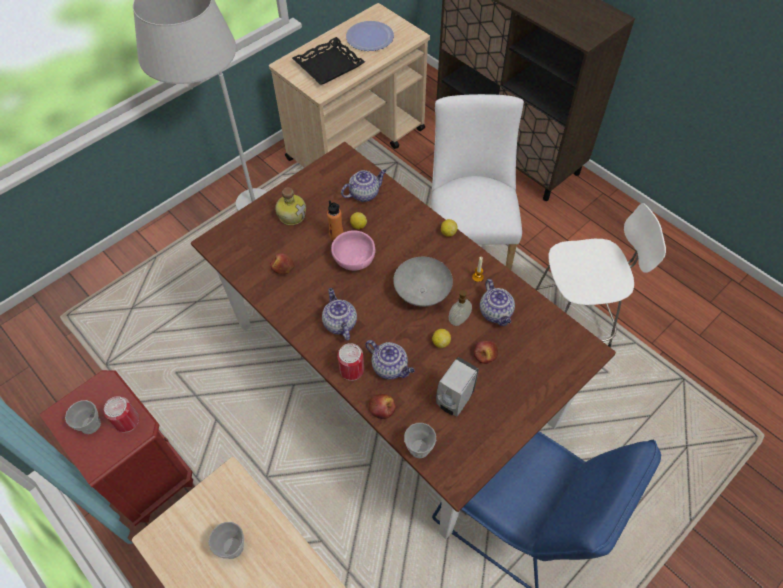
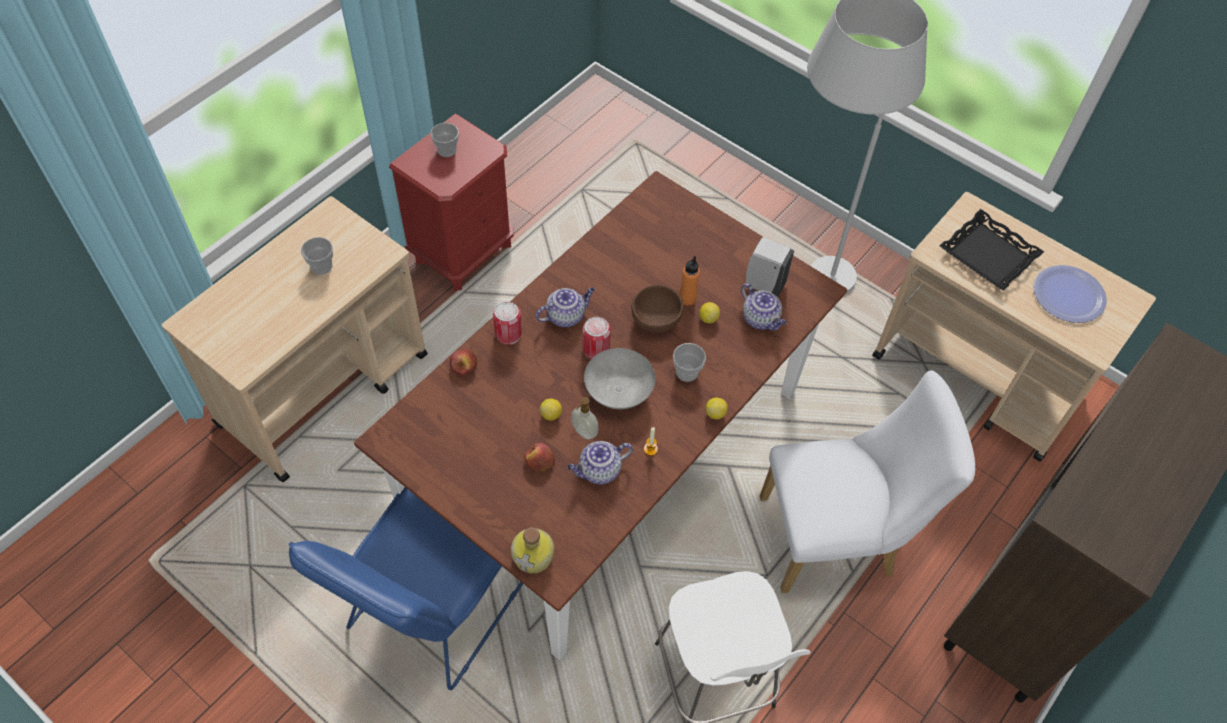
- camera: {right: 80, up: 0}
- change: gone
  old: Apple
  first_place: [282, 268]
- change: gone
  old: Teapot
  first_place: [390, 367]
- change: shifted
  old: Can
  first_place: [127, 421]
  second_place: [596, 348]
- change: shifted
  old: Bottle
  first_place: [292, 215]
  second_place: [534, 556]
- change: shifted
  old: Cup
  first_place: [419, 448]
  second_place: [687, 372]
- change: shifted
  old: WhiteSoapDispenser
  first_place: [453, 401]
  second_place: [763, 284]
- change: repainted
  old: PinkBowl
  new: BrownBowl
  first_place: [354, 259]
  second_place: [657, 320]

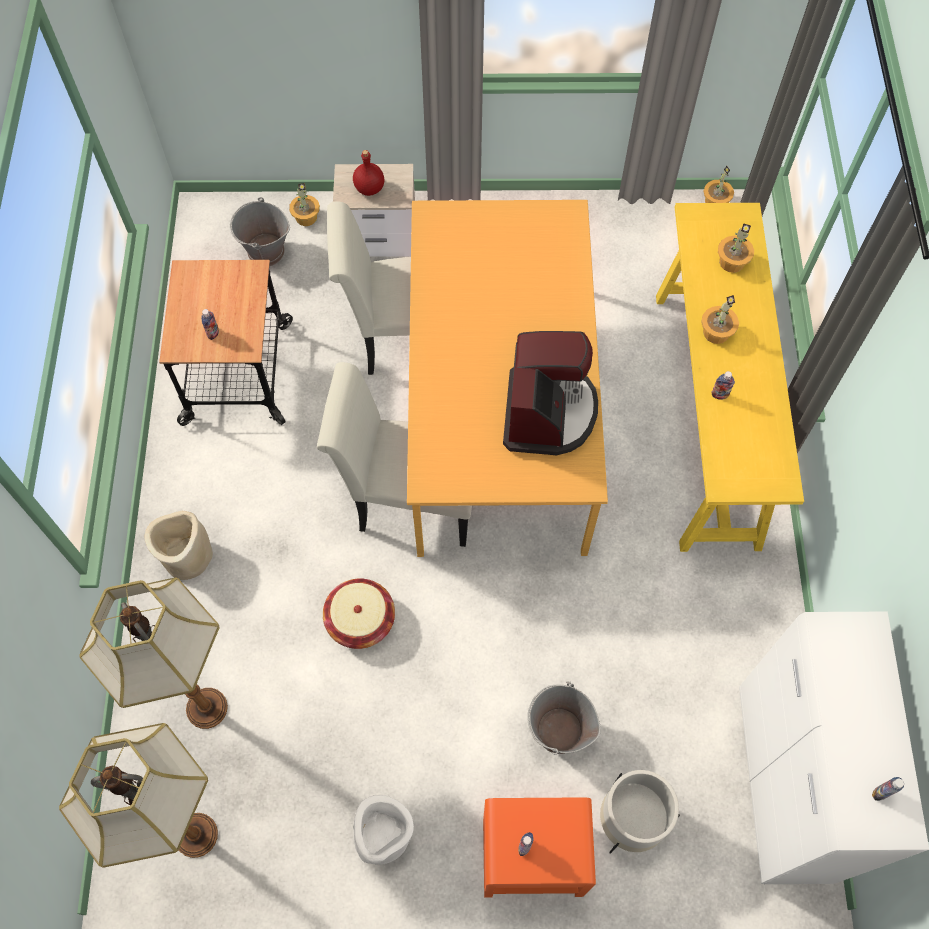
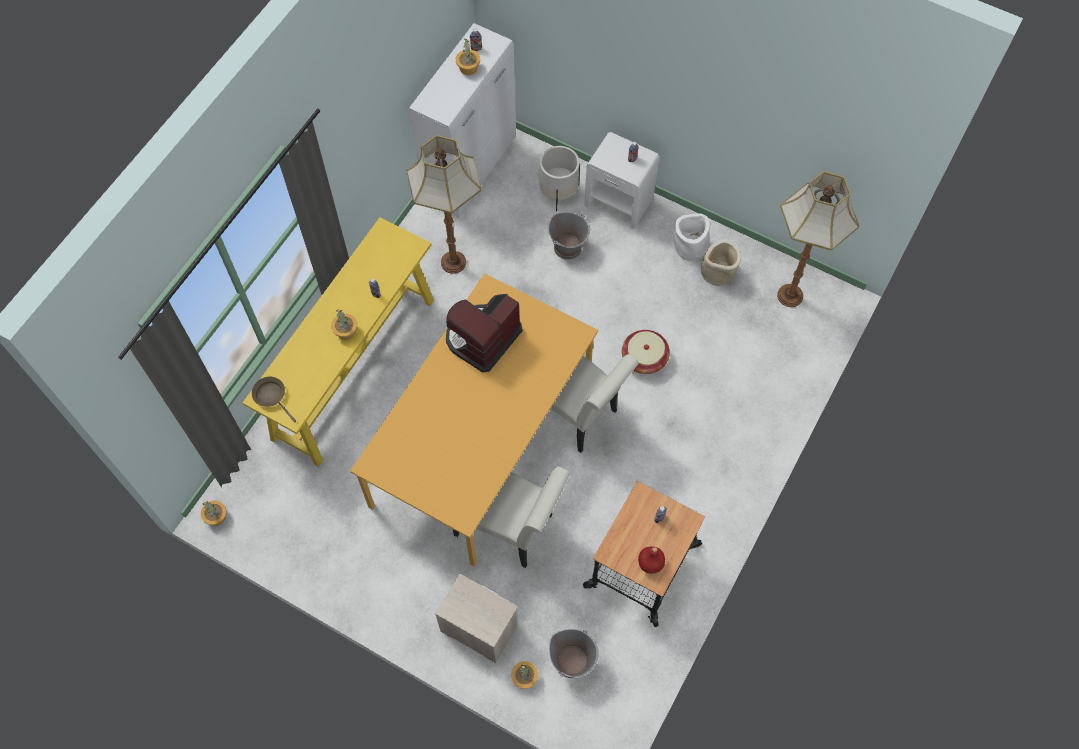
- camera: {right: -150, up: 0}
- change: new
  new: BrownFryingPan
  second_place: [272, 396]
- change: shifted
  old: FloorLamp
  first_place: [205, 709]
  second_place: [454, 262]
- change: shifted
  old: BeigePlanter
  first_place: [187, 556]
  second_place: [717, 273]
- change: shifted
  old: RedBottle
  first_place: [369, 188]
  second_place: [651, 563]
- change: shifted
  old: PottedPlant
  first_place: [732, 261]
  second_place: [468, 68]
- change: repainted
  old: OrangeNightstand
  new: WhiteNightstand
  first_place: [531, 858]
  second_place: [619, 202]

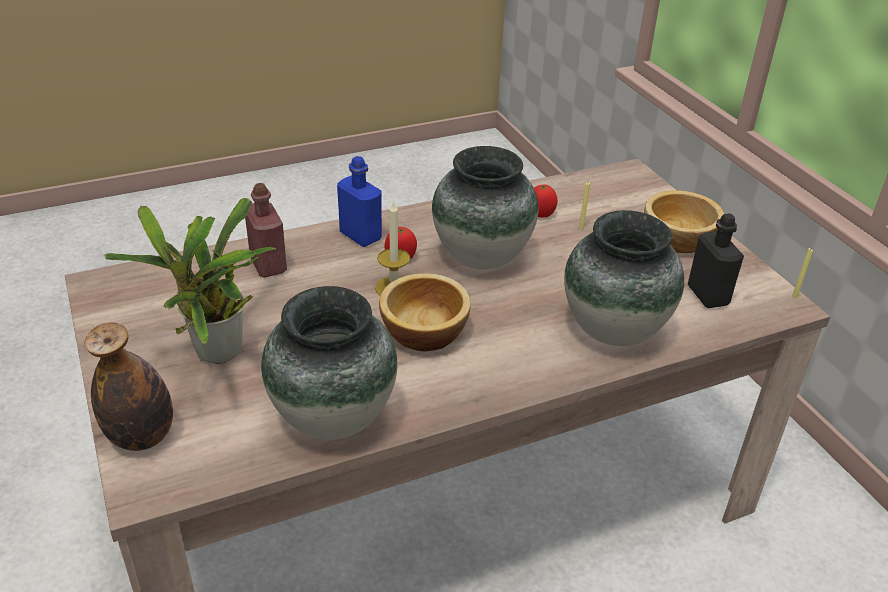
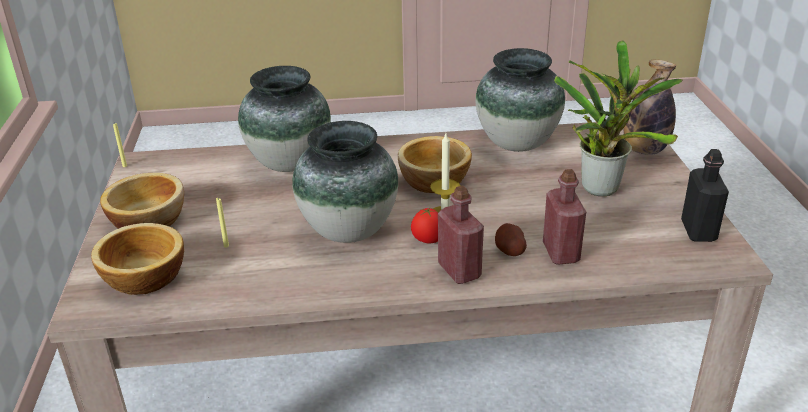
- camera: {right: -160, up: -5}
- change: gone
  old: Tomato
  first_place: [540, 214]
- change: new
  new: Bowl
  second_place: [143, 278]
- change: new
  new: Potato
  second_place: [509, 250]
- change: shifted
  old: BlackBottle
  first_place: [708, 295]
  second_place: [698, 231]
- change: repainted
  old: BlueBottle
  new: RedBottle
  first_place: [360, 236]
  second_place: [459, 271]

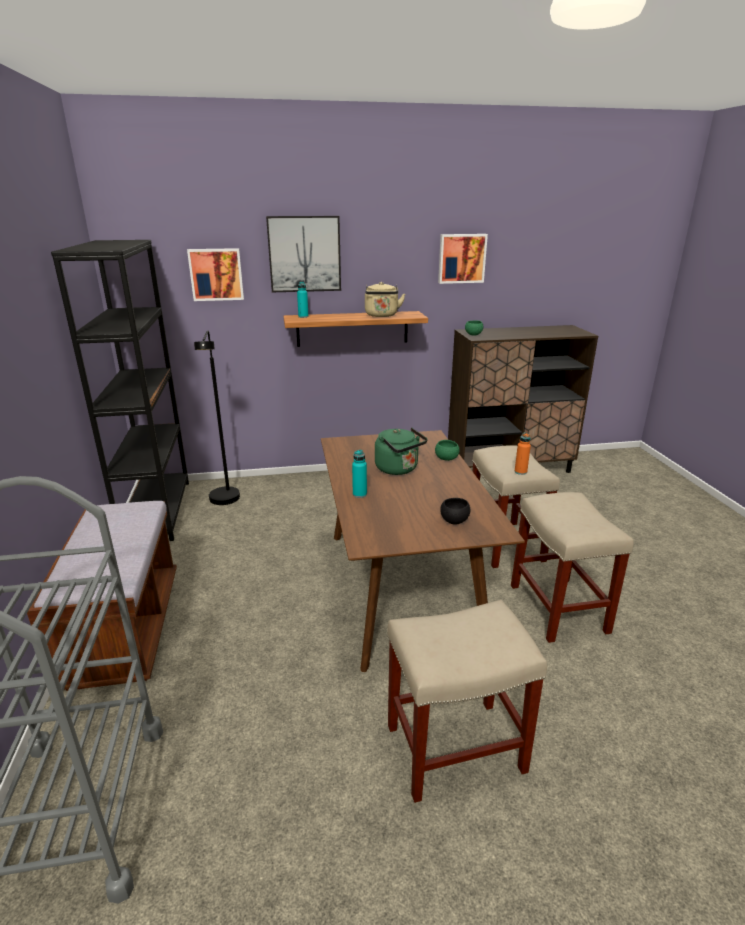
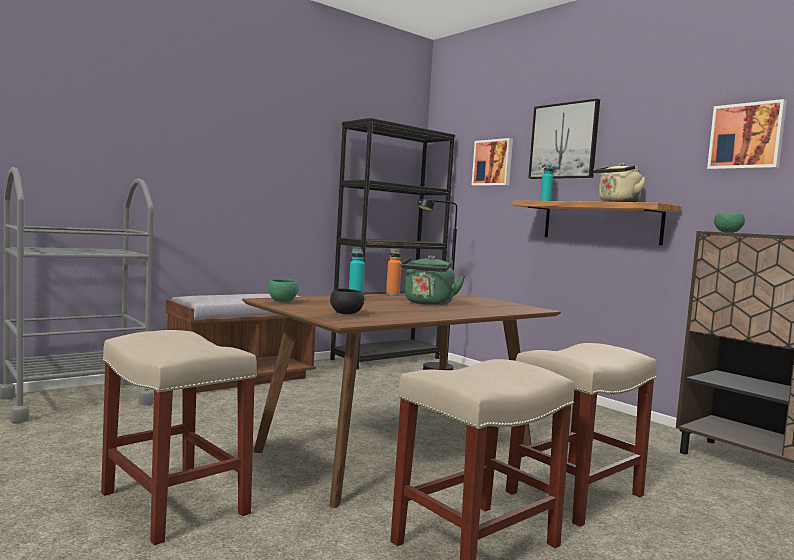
- camera: {right: 60, up: -20}
- change: shifted
  old: GreenBowl
  first_place: [446, 459]
  second_place: [282, 301]
- change: shifted
  old: OrangeBottle
  first_place: [520, 472]
  second_place: [392, 294]

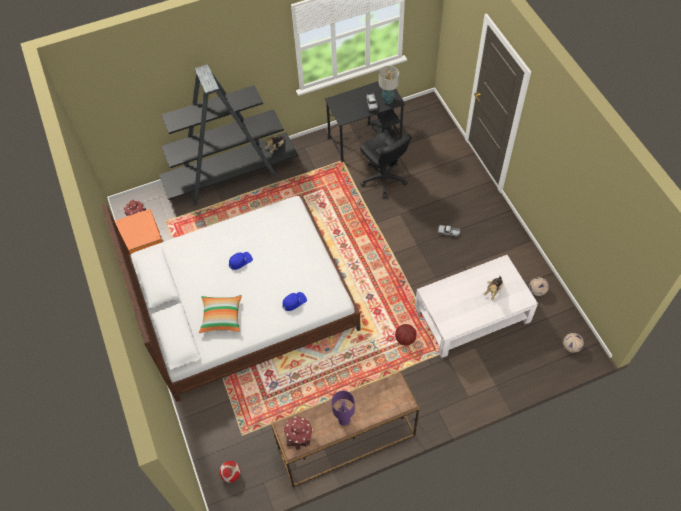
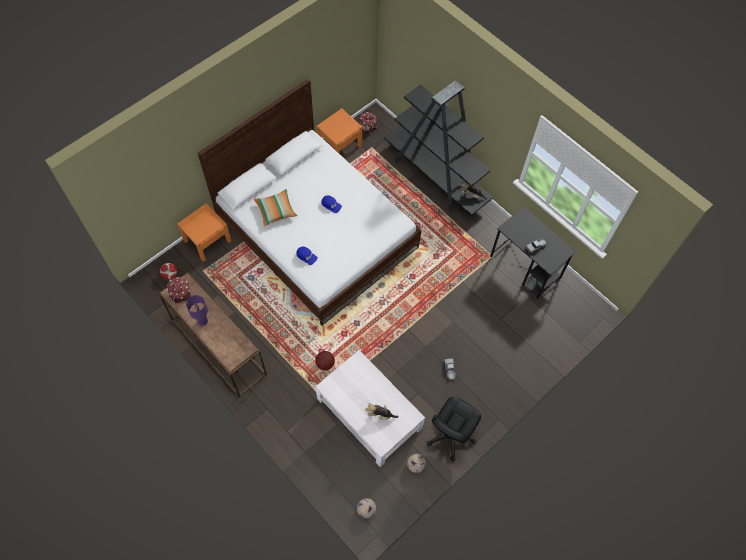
- camera: {right: 65, up: 5}
- change: gone
  old: TableLamp
  first_place: [388, 100]
- change: new
  new: OrangeNightstand
  second_place: [207, 241]
- change: shifted
  old: BlackOfficeChair
  first_place: [383, 179]
  second_place: [450, 435]

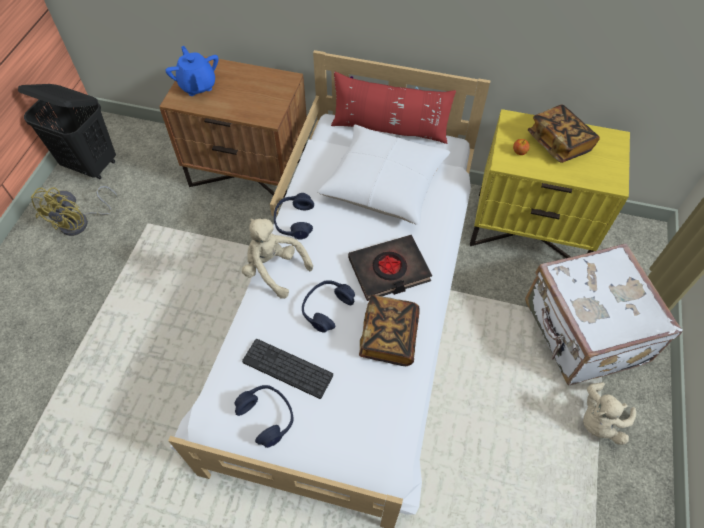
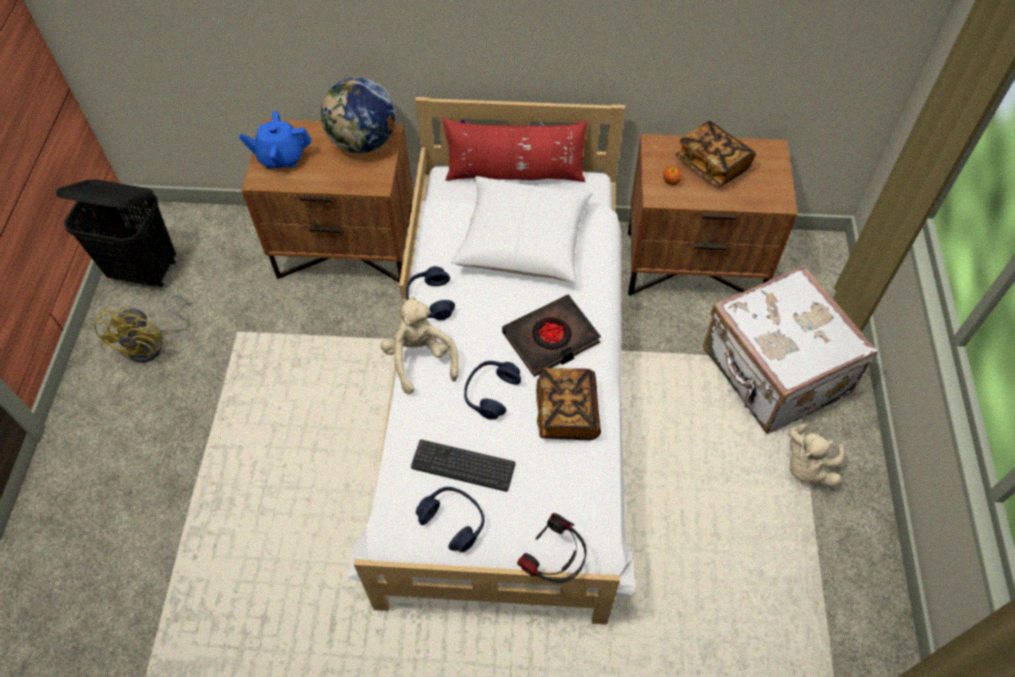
- camera: {right: -10, up: 0}
- change: new
  new: Globe
  second_place: [363, 142]
- change: new
  new: Headphones
  second_place: [553, 564]
- change: repainted
  old: YellowNightstand
  new: BrownNightstand
  first_place: [529, 229]
  second_place: [693, 264]
- change: rotated
  old: BlueTeapot
  first_place: [198, 85]
  second_place: [281, 157]
  degrees: -60
- change: rotated
  old: BeigePlushToy
  first_place: [274, 269]
  second_place: [420, 359]
  degrees: 45

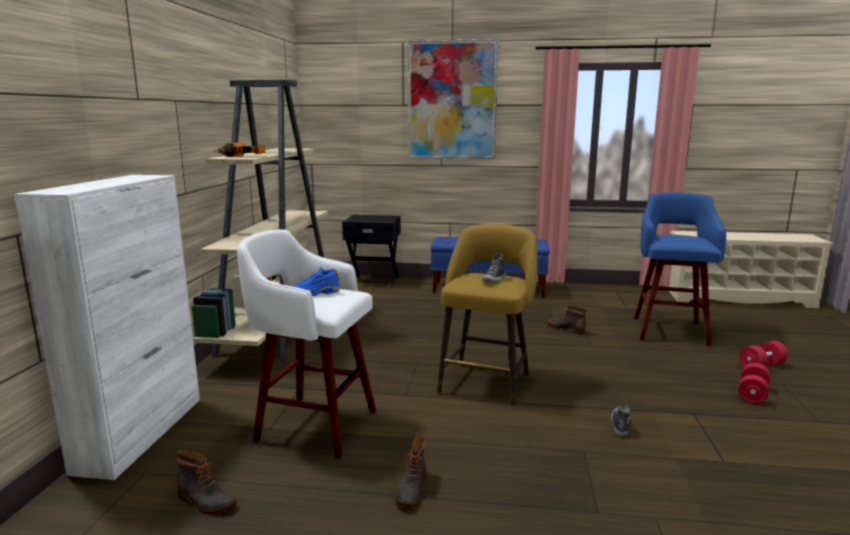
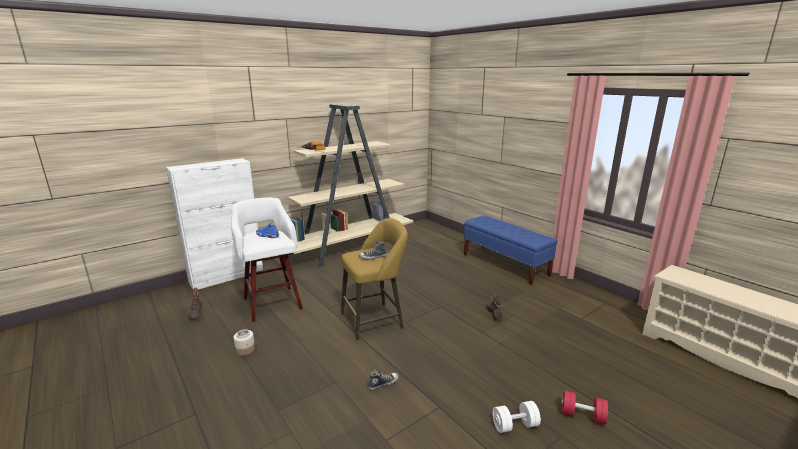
- camera: {right: 45, up: 5}
- change: gone
  old: BlackNightstand
  first_place: [373, 281]
- change: gone
  old: Picture
  first_place: [452, 100]
- change: gone
  old: BlueStool
  first_place: [669, 330]
- change: swapped
  old: Boot
  new: Jar
  first_place: [411, 489]
  second_place: [245, 349]
- change: repainted
  old: RedDumbbell
  new: WhiteDumbbell
  first_place: [752, 394]
  second_place: [514, 425]

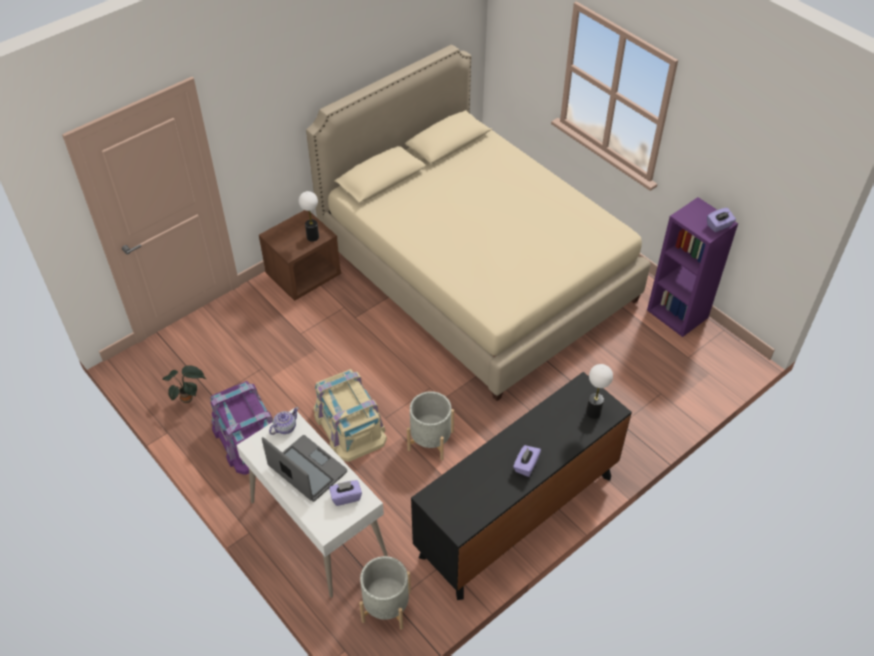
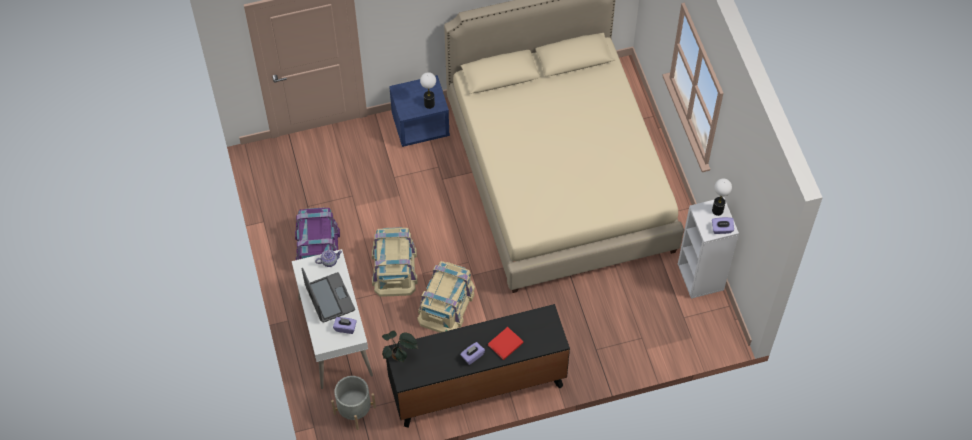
- camera: {right: 25, up: 10}
- change: new
  new: RedBook
  second_place: [504, 344]
- change: shifted
  old: PottedPlant
  first_place: [188, 398]
  second_place: [399, 356]
- change: shifted
  old: TableLamp
  first_place: [593, 412]
  second_place: [717, 211]
- change: swapped
  old: GreyPlanter
  new: BeigeStorageBox
  first_place: [430, 440]
  second_place: [446, 304]
- change: repainted
  old: BrownNightstand
  new: BlueNightstand
  first_place: [304, 275]
  second_place: [421, 125]
- change: repainted
  old: PurpleBookcase
  new: WhiteBookcase
  first_place: [678, 314]
  second_place: [701, 277]

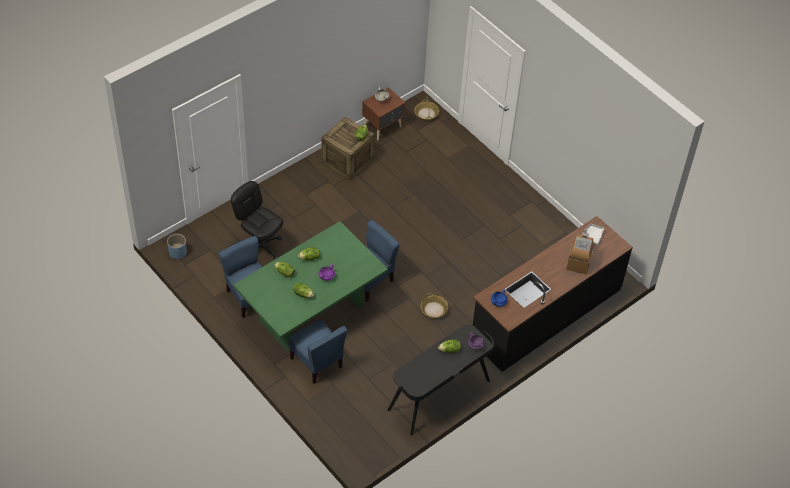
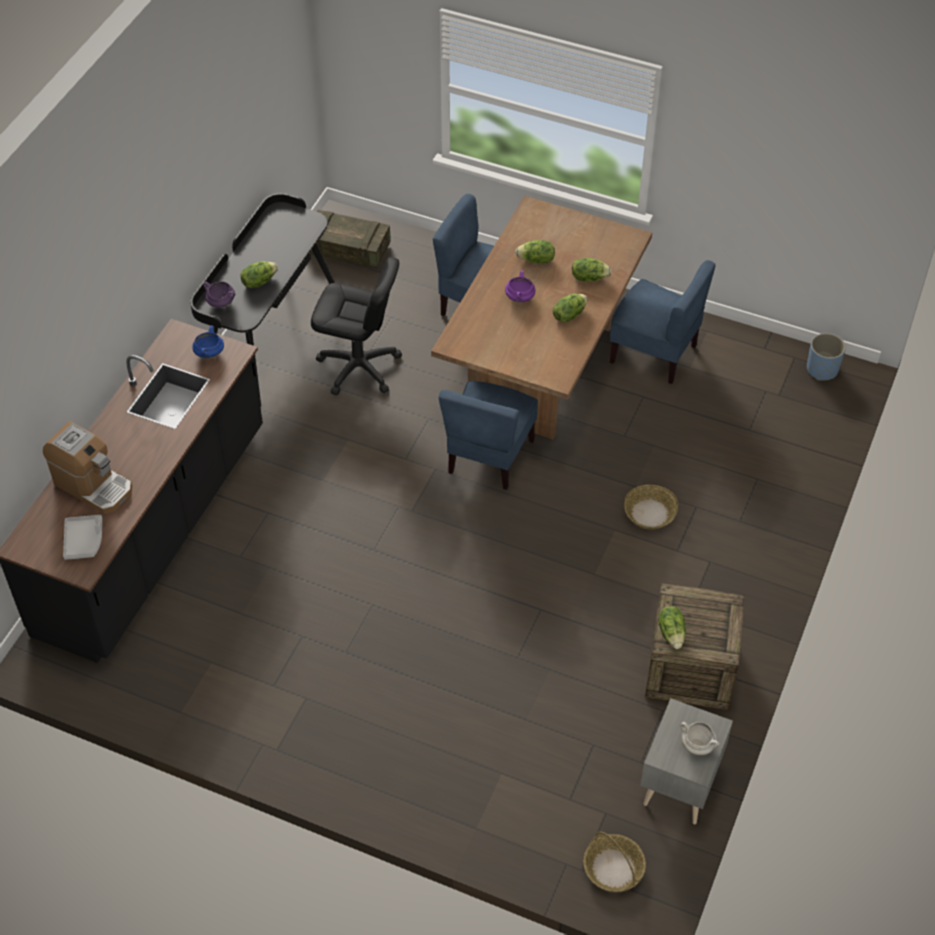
- camera: {right: 155, up: 0}
- change: new
  new: Crate
  second_place: [348, 249]
- change: shifted
  old: BlackOfficeChair
  first_place: [260, 247]
  second_place: [359, 367]
- change: shifted
  old: Basket
  first_place: [433, 309]
  second_place: [650, 513]
- change: repainted
  old: GreenDiningTable
  new: BrownDiningTable
  first_place: [311, 314]
  second_place: [541, 369]
- change: repainted
  old: BrownNightstand
  new: GreyNightstand
  first_place: [383, 127]
  second_place: [678, 784]
- change: rotated
  old: CoffeeMachine
  first_place: [579, 259]
  second_place: [93, 485]
  degrees: -45

